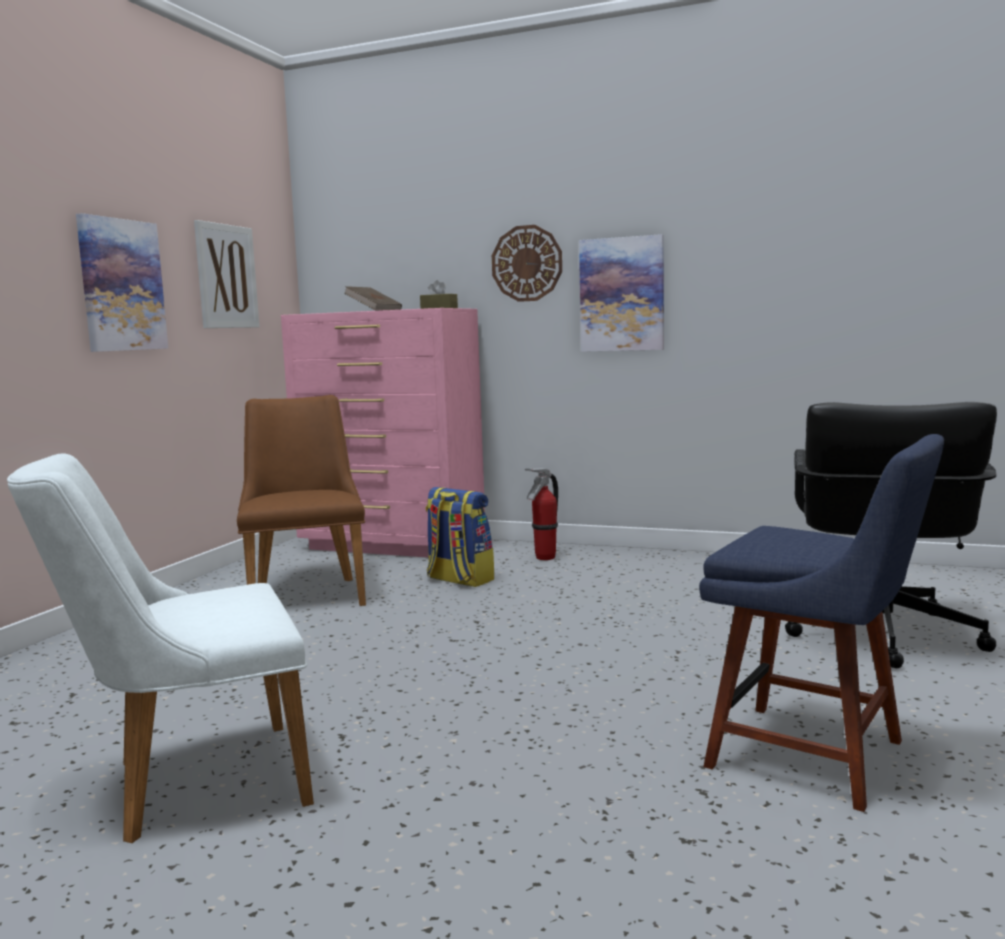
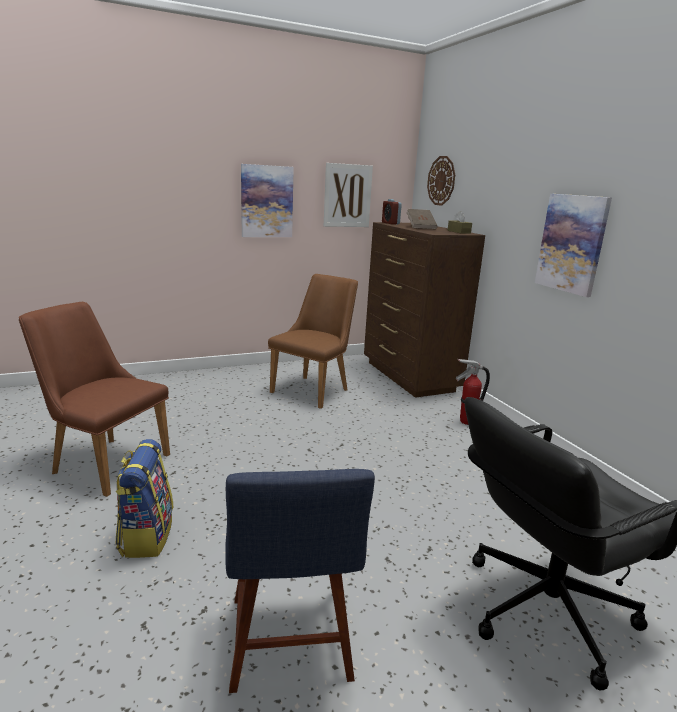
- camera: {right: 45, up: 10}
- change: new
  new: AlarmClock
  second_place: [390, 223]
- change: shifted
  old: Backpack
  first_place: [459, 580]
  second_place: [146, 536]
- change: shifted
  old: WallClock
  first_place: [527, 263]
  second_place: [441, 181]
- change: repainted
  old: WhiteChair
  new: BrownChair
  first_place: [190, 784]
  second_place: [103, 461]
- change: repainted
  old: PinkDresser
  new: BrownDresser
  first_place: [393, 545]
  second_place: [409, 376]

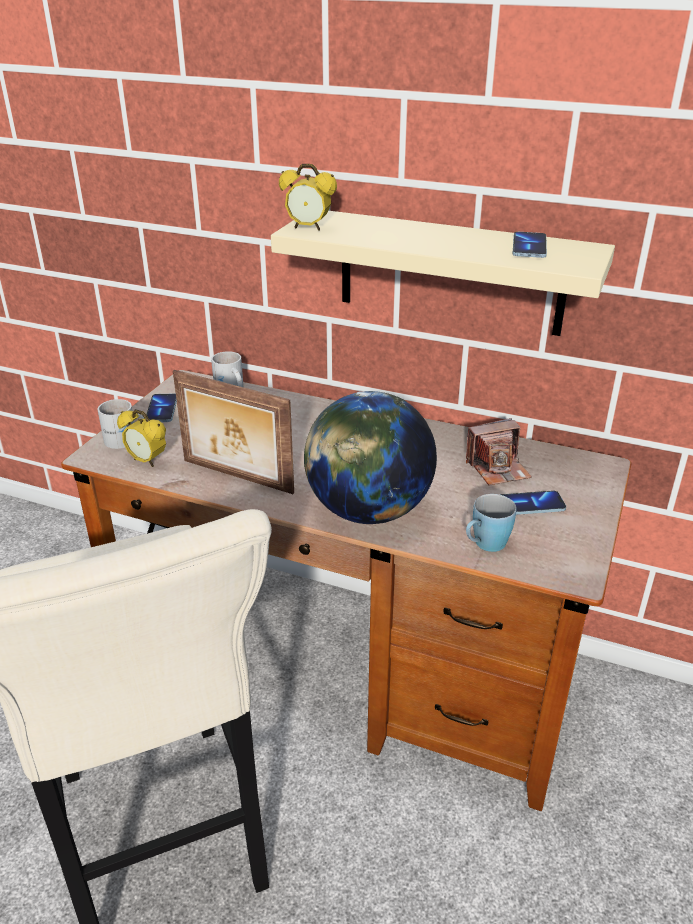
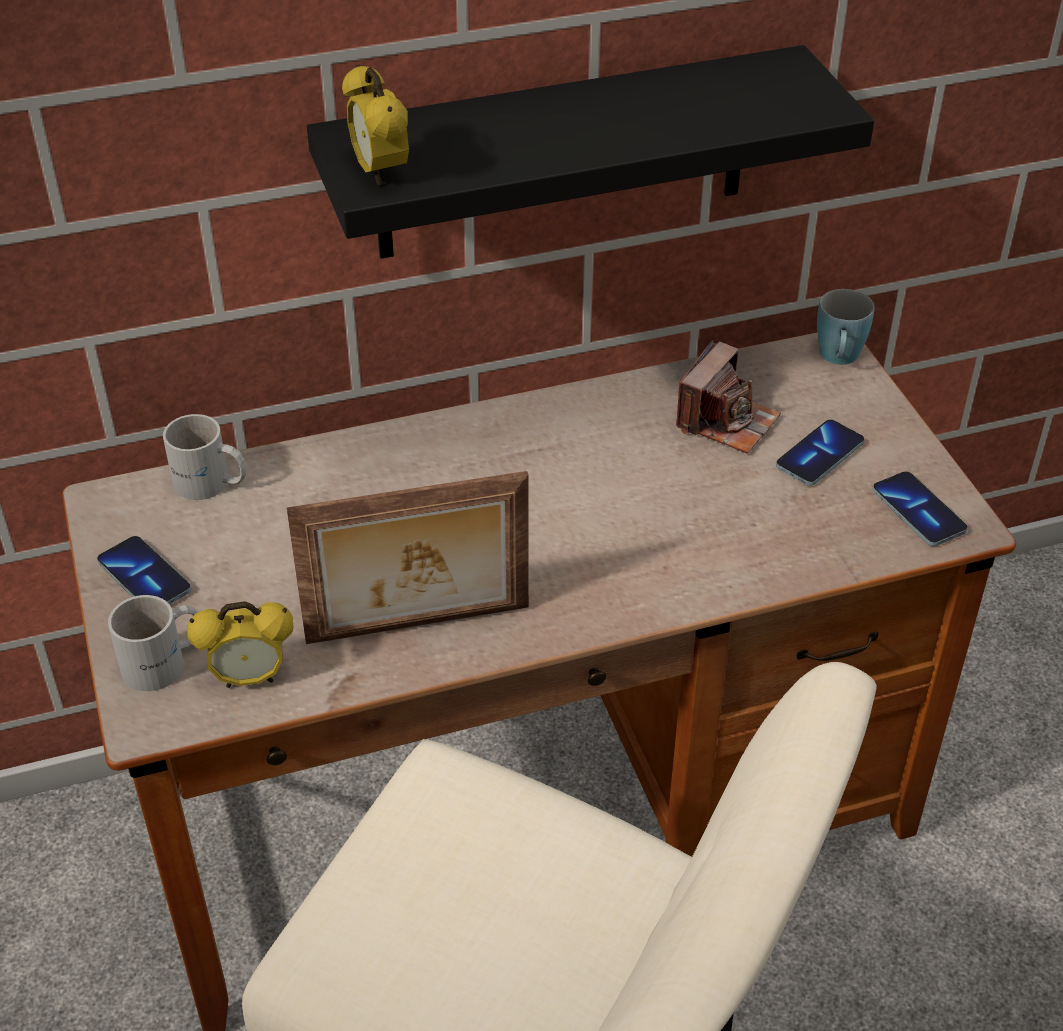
- camera: {right: -40, up: 10}
- change: gone
  old: Globe
  first_place: [368, 511]
- change: shifted
  old: BlueMug
  first_place: [485, 545]
  second_place: [839, 359]
- change: shifted
  old: Phone
  first_place: [529, 247]
  second_place: [918, 511]
- change: repainted
  old: BeigeShelf
  new: BlackShelf
  first_place: [450, 272]
  second_place: [563, 155]
- change: rotated
  old: AlarmClock
  first_place: [308, 228]
  second_place: [380, 173]
  degrees: 90

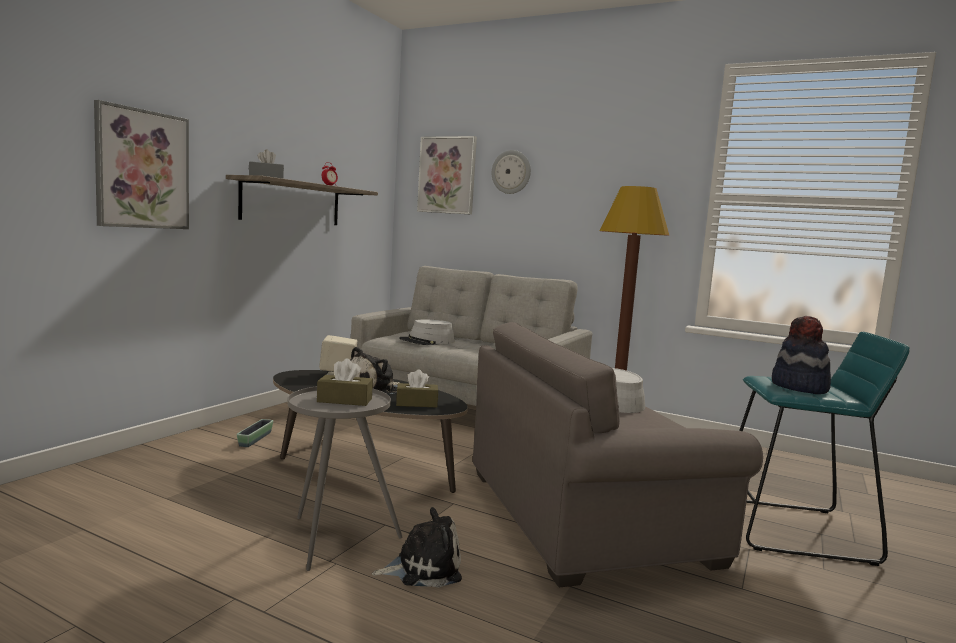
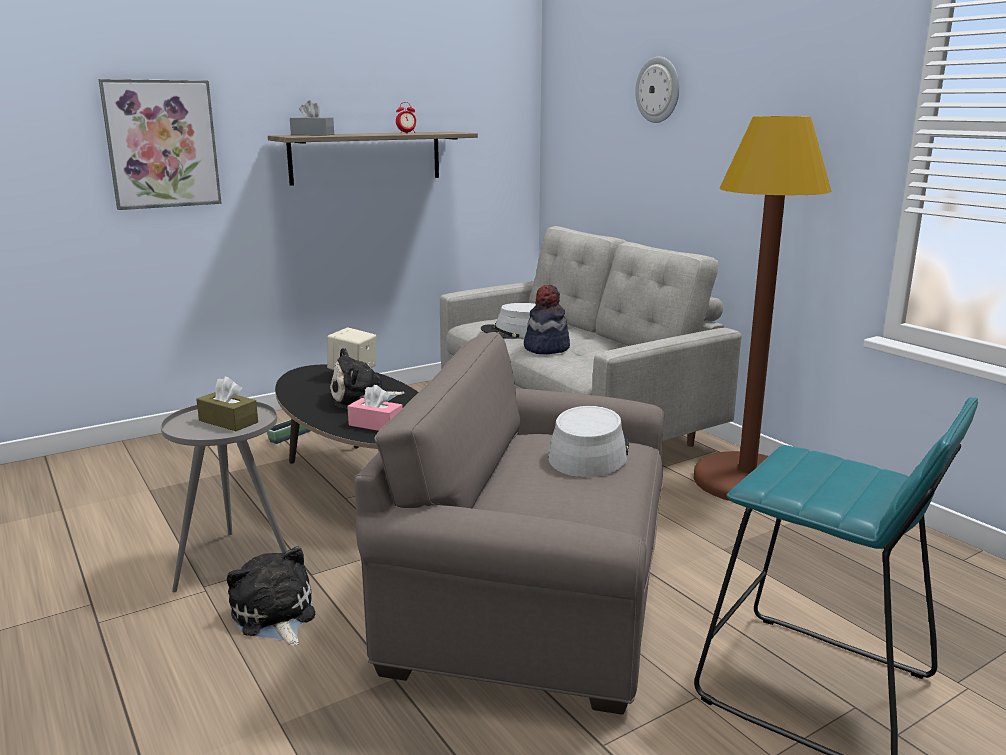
- camera: {right: 30, up: 10}
- change: gone
  old: Picture
  first_place: [447, 175]
- change: shifted
  old: Hat
  first_place: [799, 387]
  second_place: [546, 348]
- change: repainted
  old: BrownTissueBox
  new: PinkTissueBox
  first_place: [416, 403]
  second_place: [376, 424]
- change: rotated
  old: PlushToy
  first_place: [423, 568]
  second_place: [274, 616]
  degrees: -135

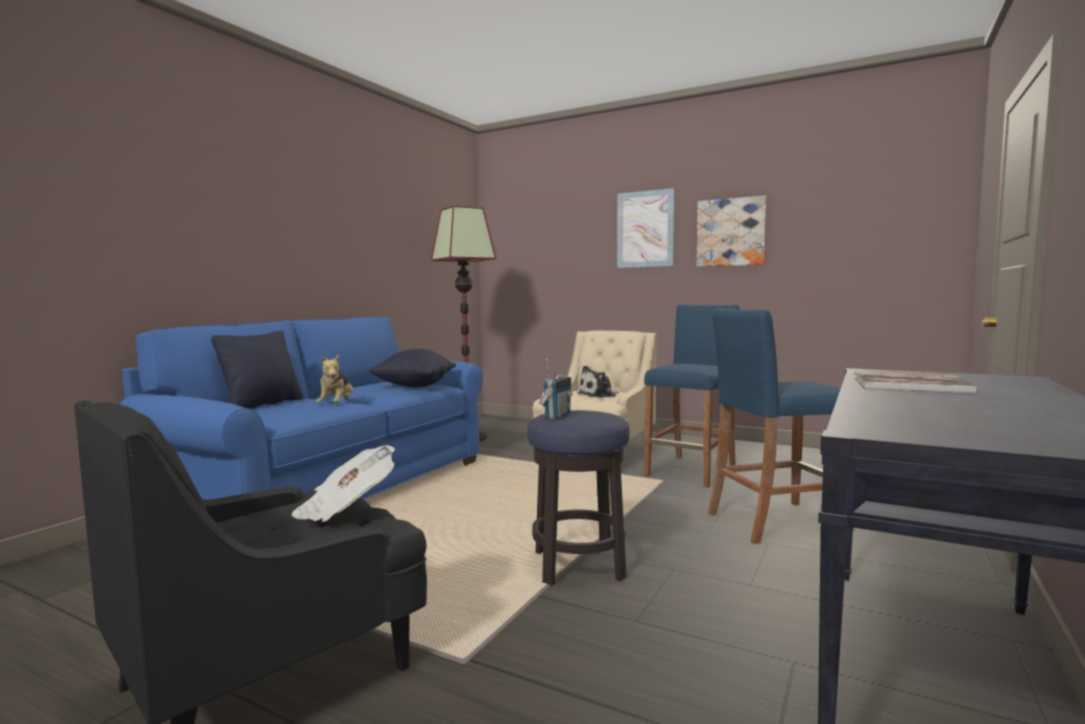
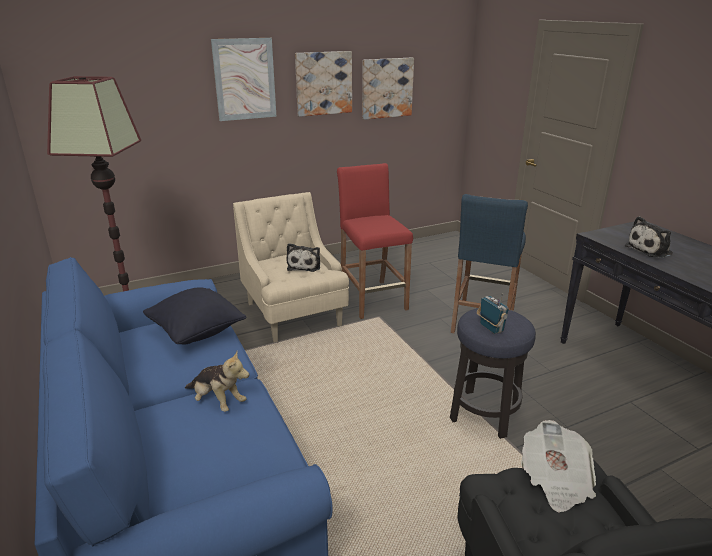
- camera: {right: -55, up: 20}
- change: gone
  old: BlackPillow
  first_place: [262, 404]
- change: new
  new: Picture
  second_place: [386, 88]
- change: swapped
  old: Book
  new: PlushToy
  first_place: [910, 385]
  second_place: [650, 250]
- change: repainted
  old: BlueStool
  new: RedStool
  first_place: [691, 471]
  second_place: [372, 299]

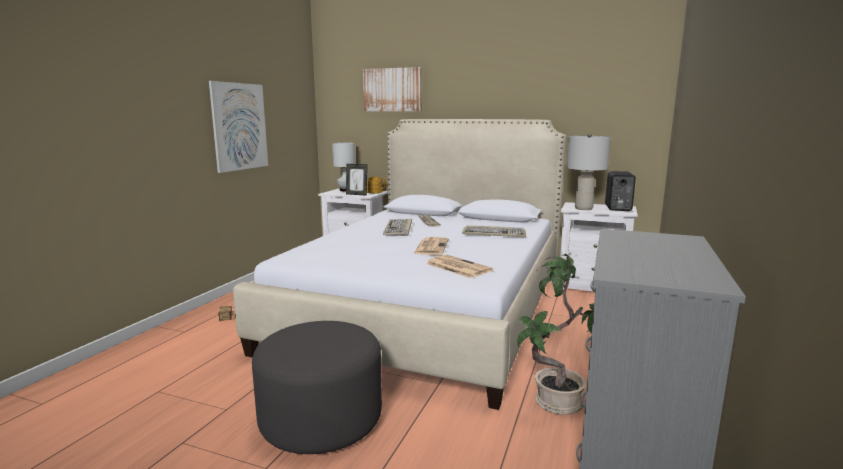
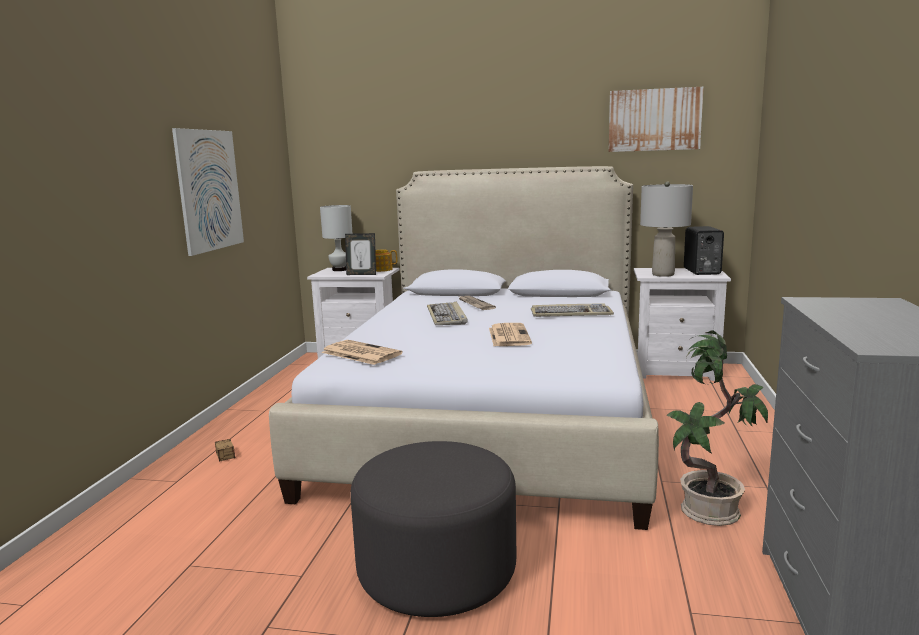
- camera: {right: -10, up: 0}
- change: shifted
  old: Picture
  first_place: [392, 90]
  second_place: [654, 120]
- change: shifted
  old: Newspaper
  first_place: [457, 267]
  second_place: [360, 353]

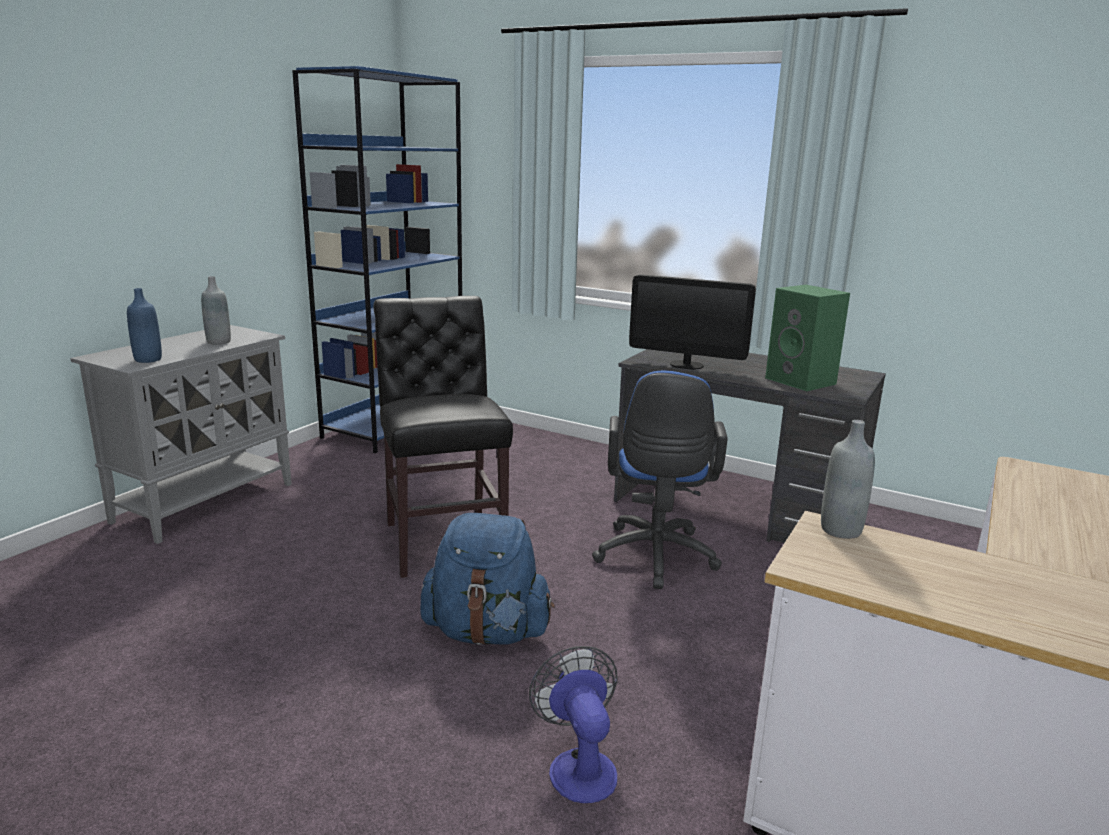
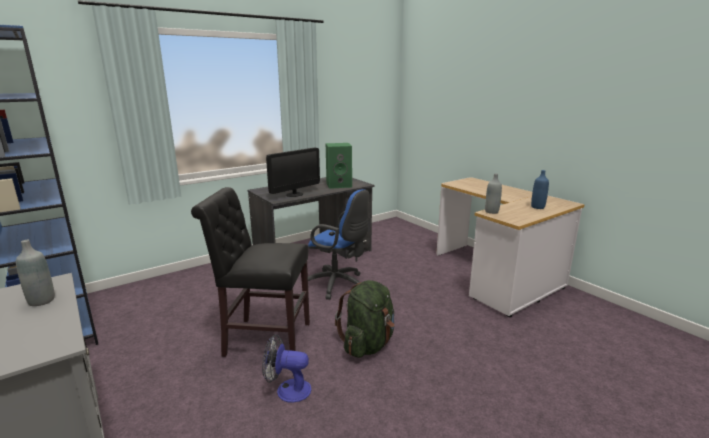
- camera: {right: -65, up: 0}
- change: shifted
  old: BlueBottle
  first_place: [148, 359]
  second_place: [537, 207]
- change: shifted
  old: Fan
  first_place: [578, 765]
  second_place: [287, 390]
- change: repainted
  old: BlueBackpack
  new: GreenBackpack
  first_place: [487, 632]
  second_place: [368, 344]

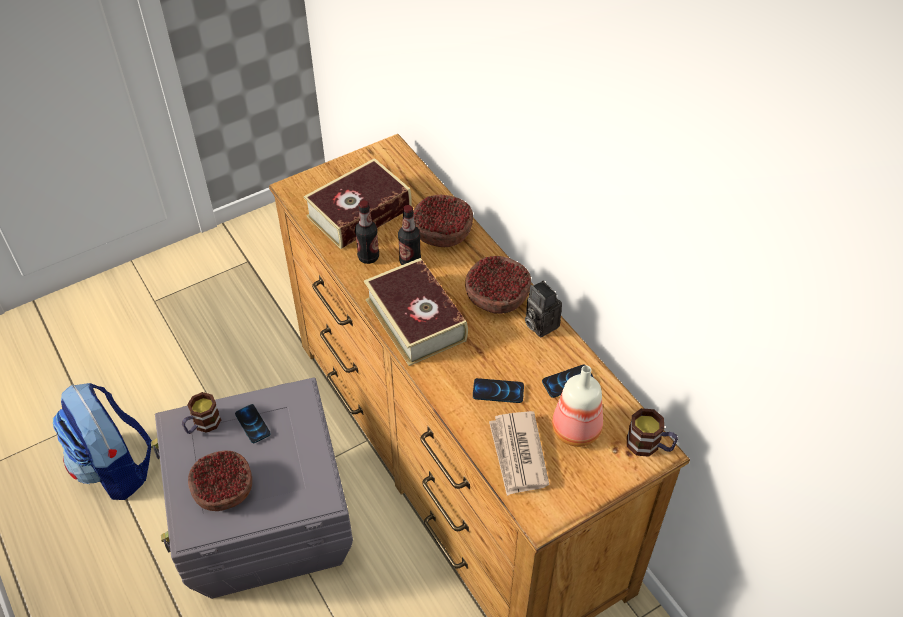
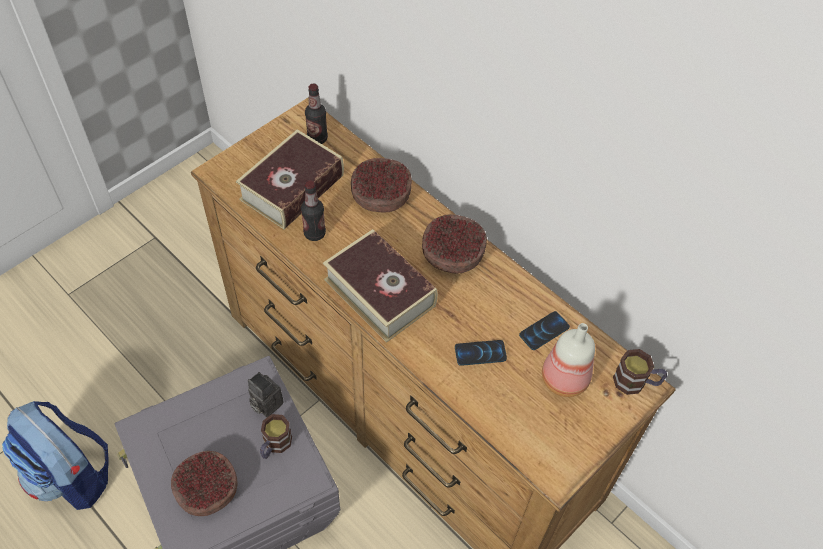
- camera: {right: -15, up: 5}
- change: gone
  old: Phone
  first_place: [252, 424]
- change: gone
  old: Newspaper
  first_place: [518, 455]
- change: shifted
  old: Mug
  first_place: [202, 425]
  second_place: [274, 445]
- change: shifted
  old: Bottle
  first_place: [410, 262]
  second_place: [317, 138]
- change: shifted
  old: PhotoCamera
  first_place: [539, 324]
  second_place: [265, 404]

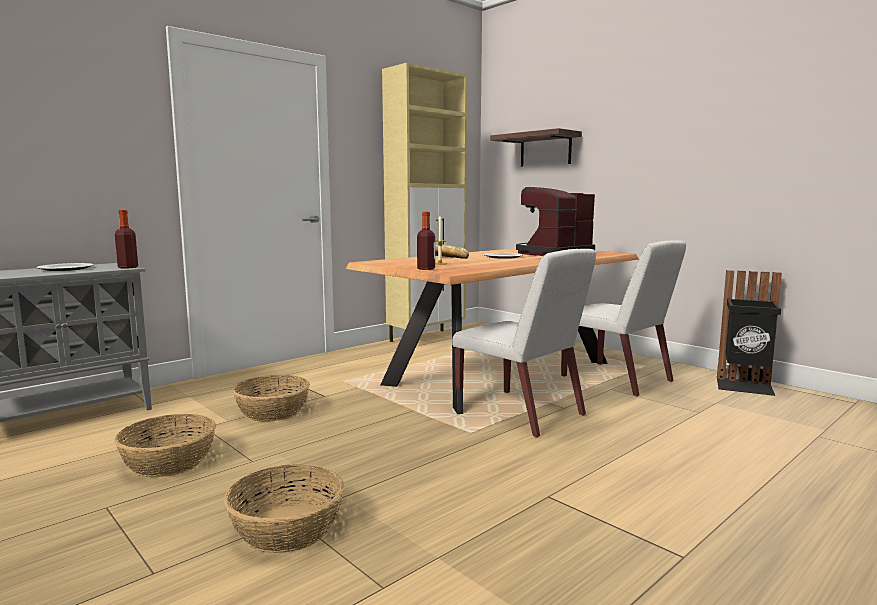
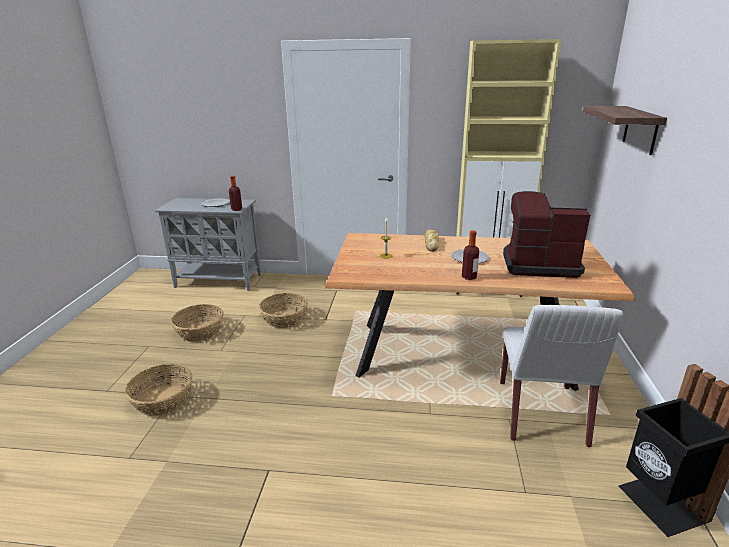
- camera: {right: 50, up: 15}
- change: gone
  old: WhiteChair
  first_place: [521, 413]
- change: shifted
  old: Bottle
  first_place: [426, 269]
  second_place: [469, 277]

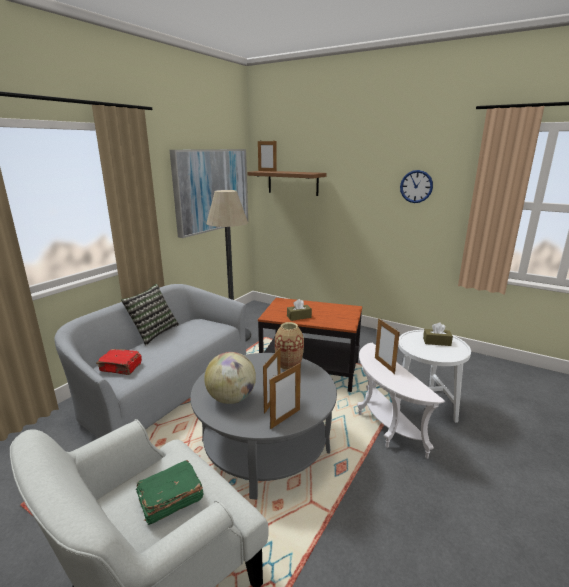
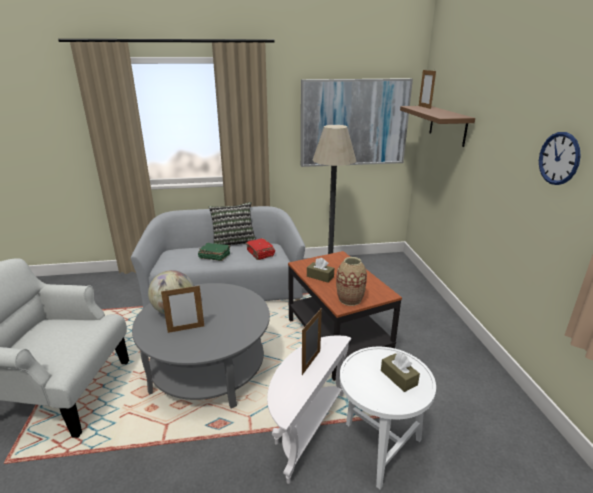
- camera: {right: 50, up: 5}
- change: gone
  old: PictureFrame
  first_place: [285, 419]
- change: shifted
  old: RedBook
  first_place: [121, 368]
  second_place: [260, 253]
- change: shifted
  old: GreenBook
  first_place: [169, 500]
  second_place: [214, 256]
- change: shifted
  old: Vase
  first_place: [289, 364]
  second_place: [350, 299]

